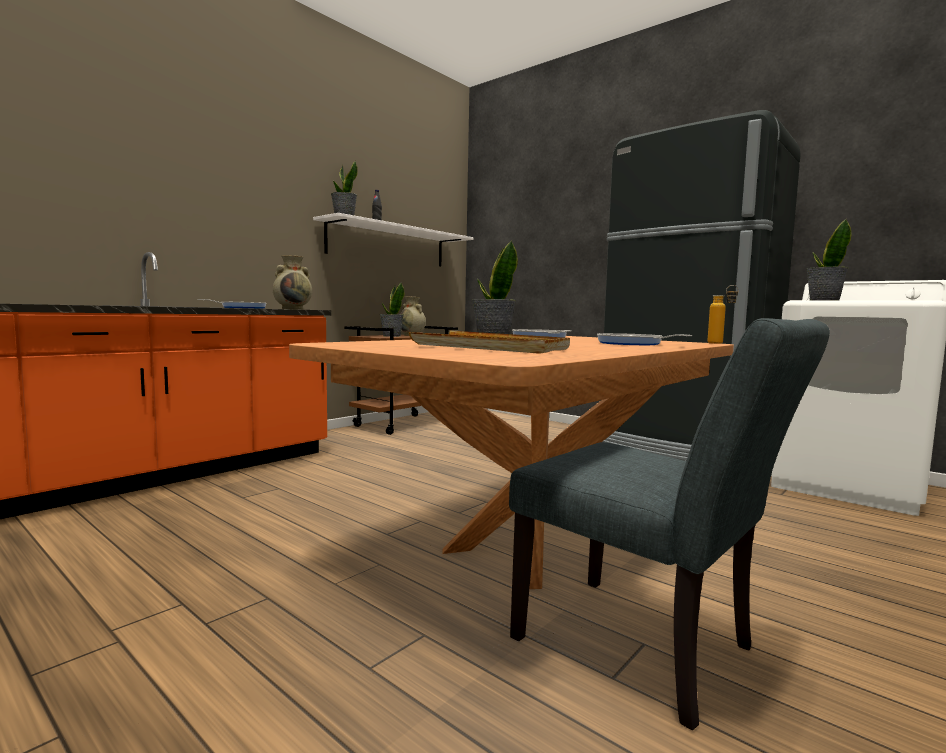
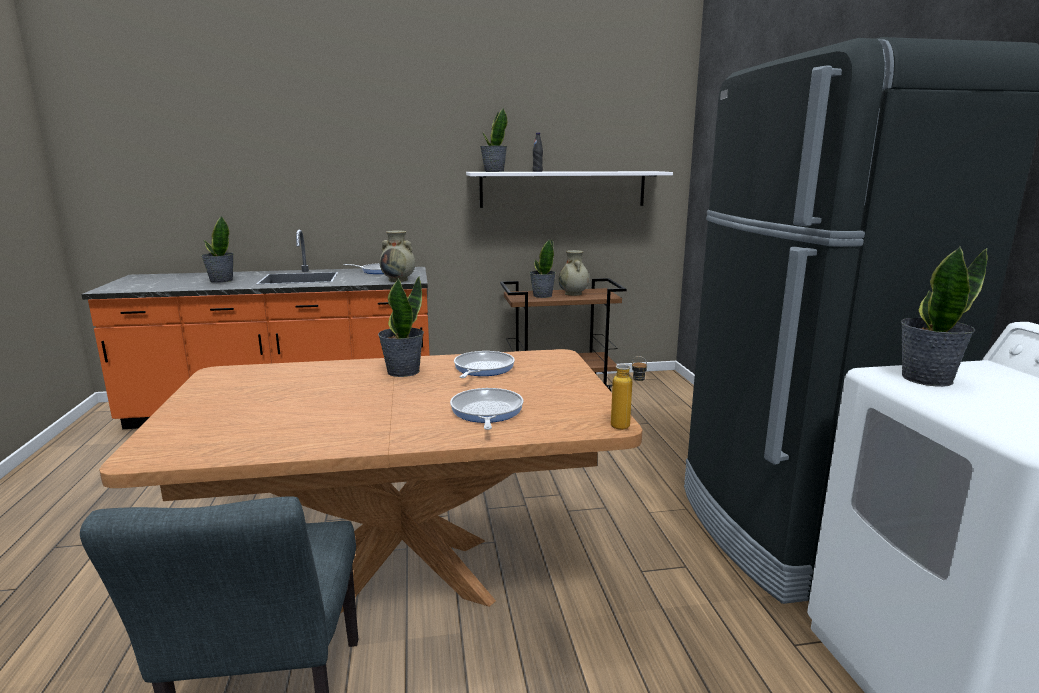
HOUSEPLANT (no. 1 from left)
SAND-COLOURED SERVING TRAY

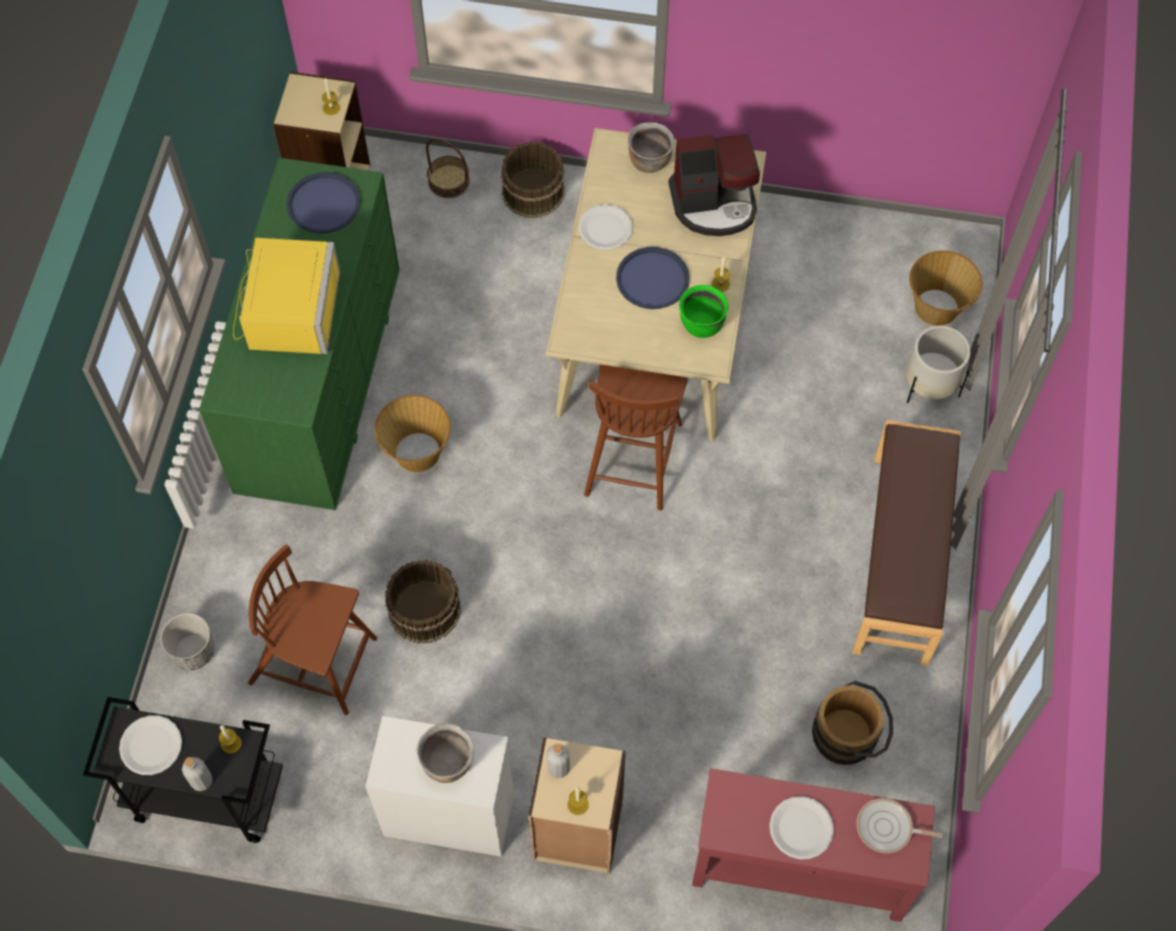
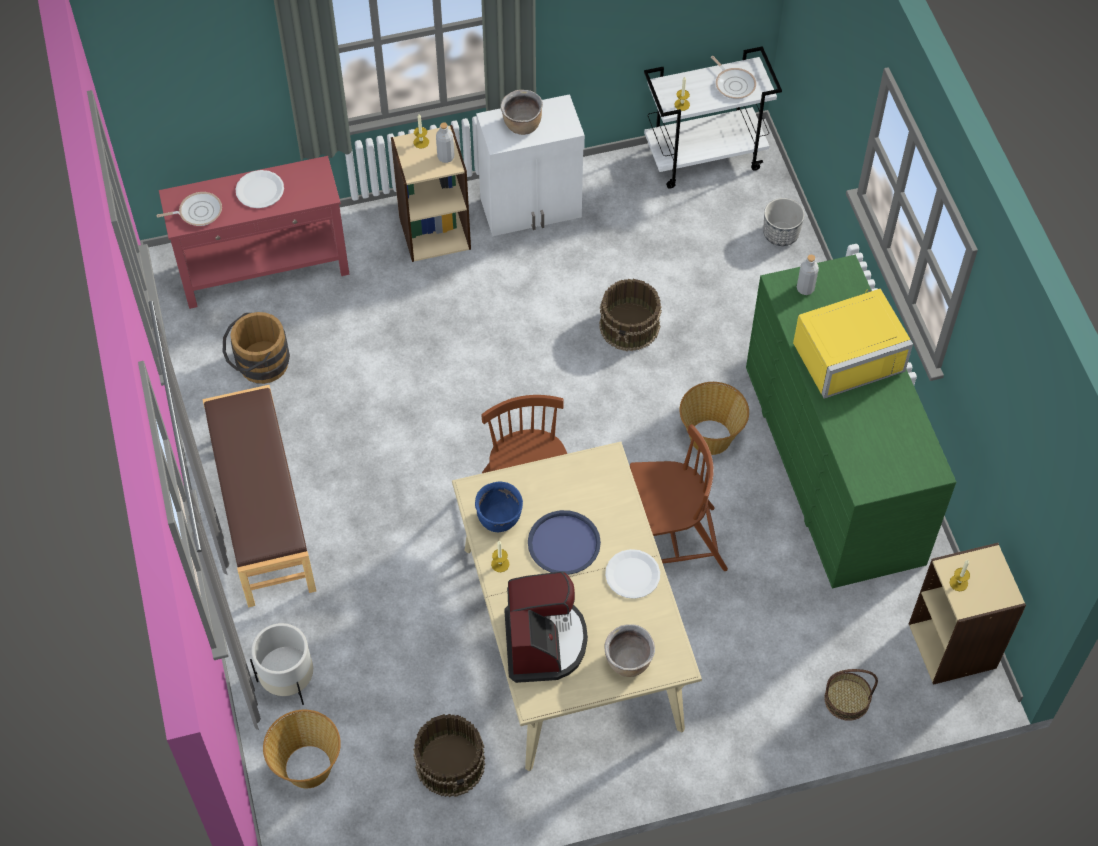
BROWN-COLOURED WATER BUCKET (no. 2 from left)
BLUE SAUCEPOT
COFFEE MACHINE
BROWN-COLOURED UPRIGHT CHAIR (no. 2 from left)
WHITISH CART
FRYING PAN (no. 2 from left)
YELLOW KITCHEN MICROWAVE
GREYISH BOTTLE (no. 2 from left)
BLUE SERVING TRAY (no. 1 from left in the first image)

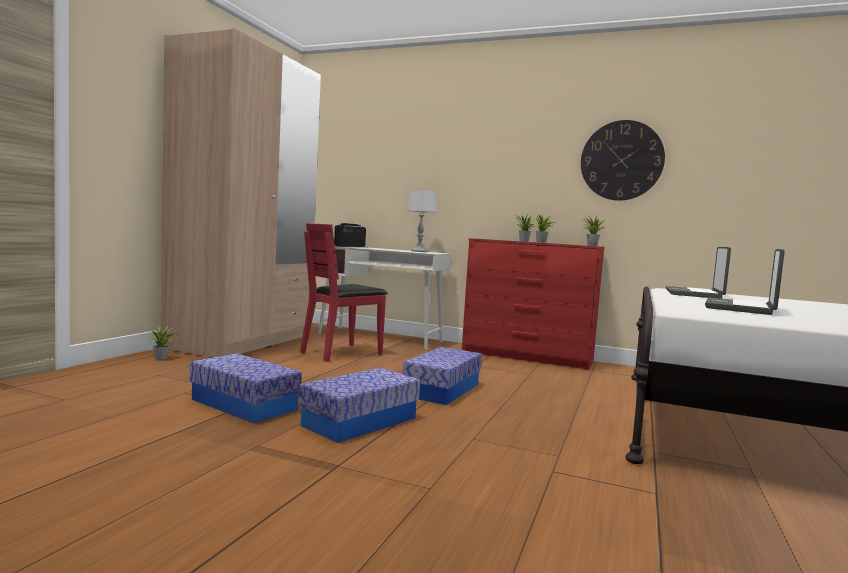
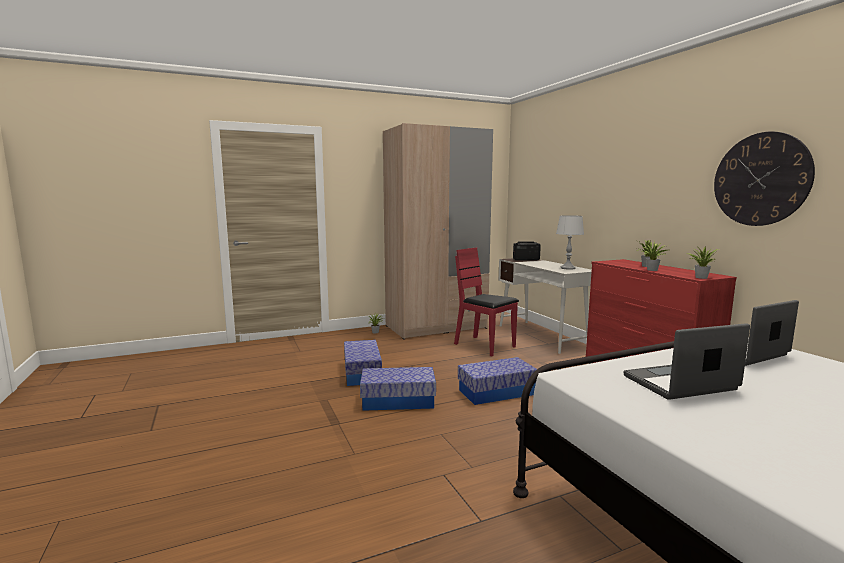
RED UPRIGHT CHAIR

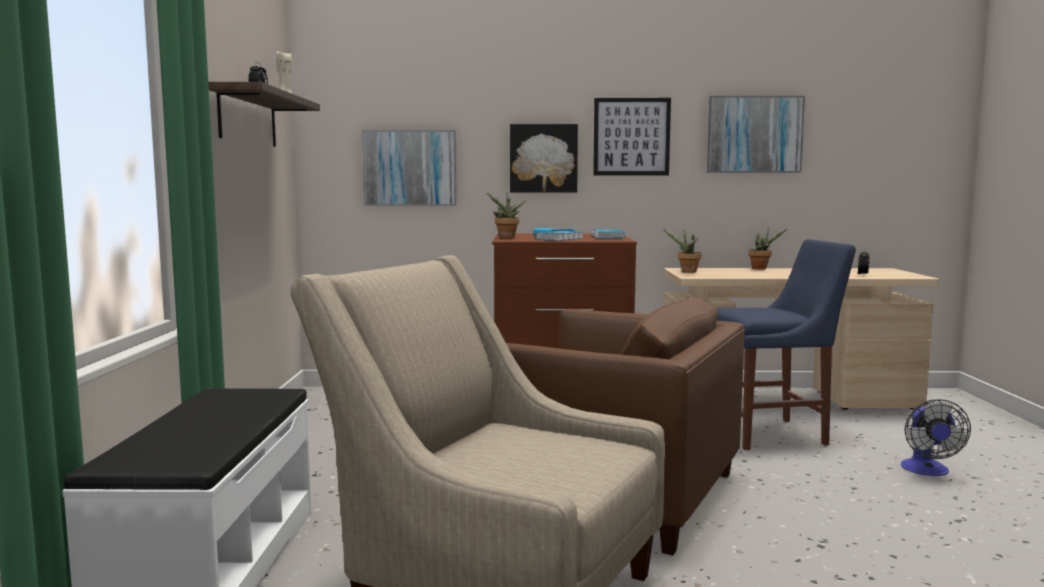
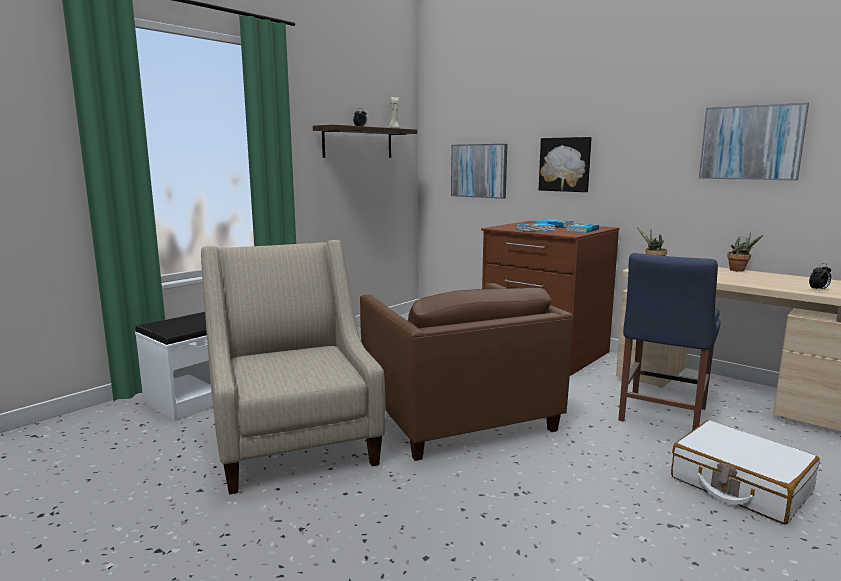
BLUE UPRIGHT CHAIR
WHITISH PIECE OF LUGGAGE
HOUSEPLANT (no. 1 from left in the first image)
WALL PICTURE (no. 3 from left in the first image)

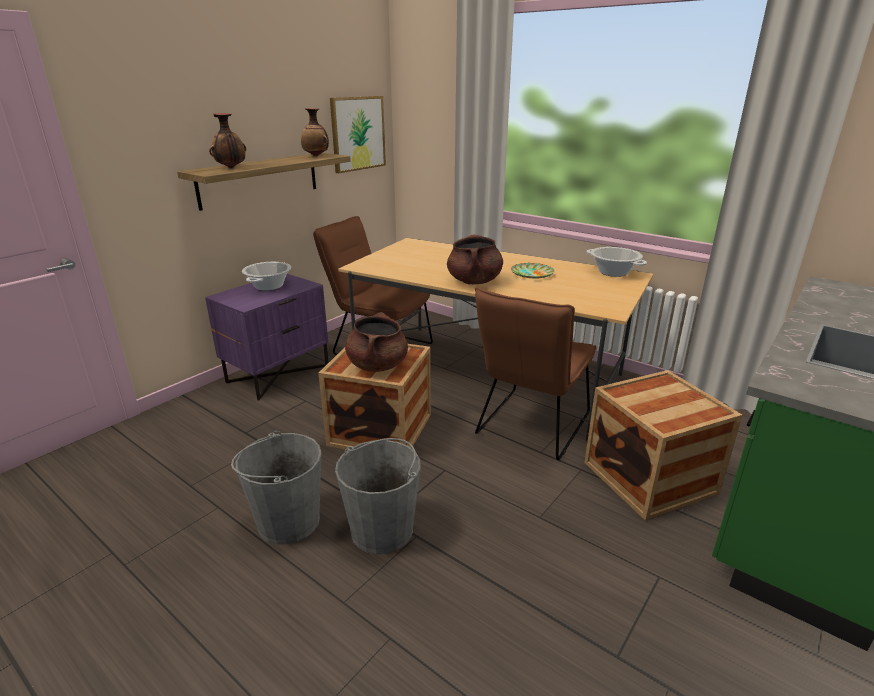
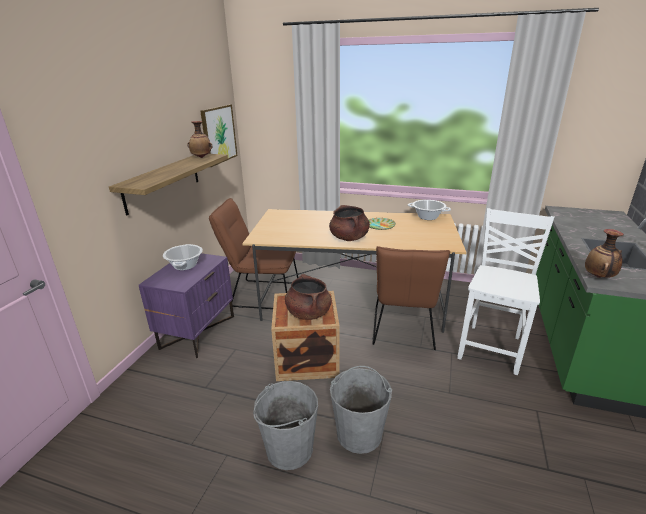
WHITISH UPRIGHT CHAIR
FLOWER VASE (no. 2 from left)

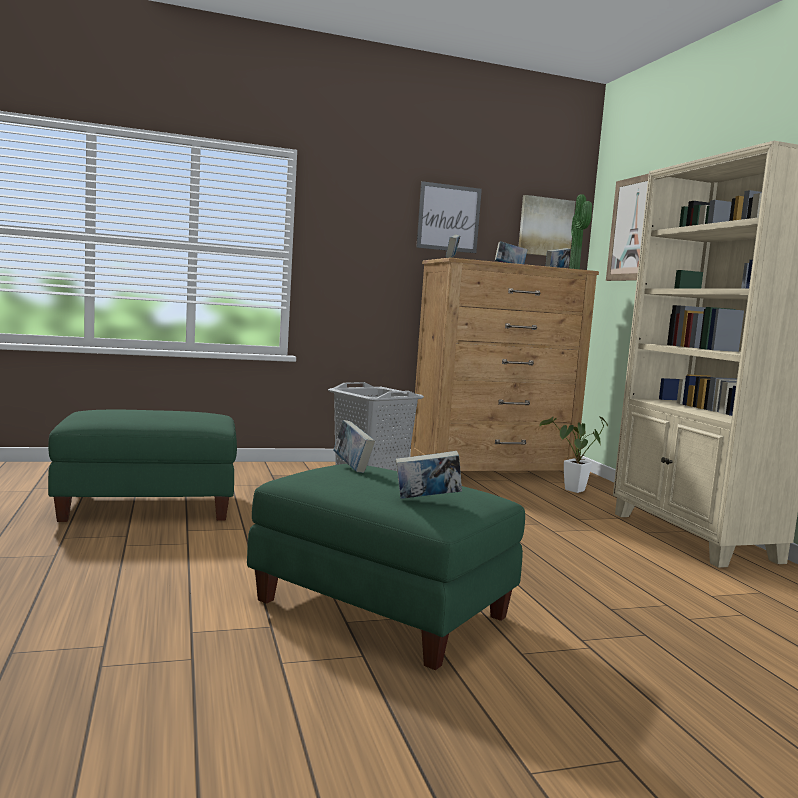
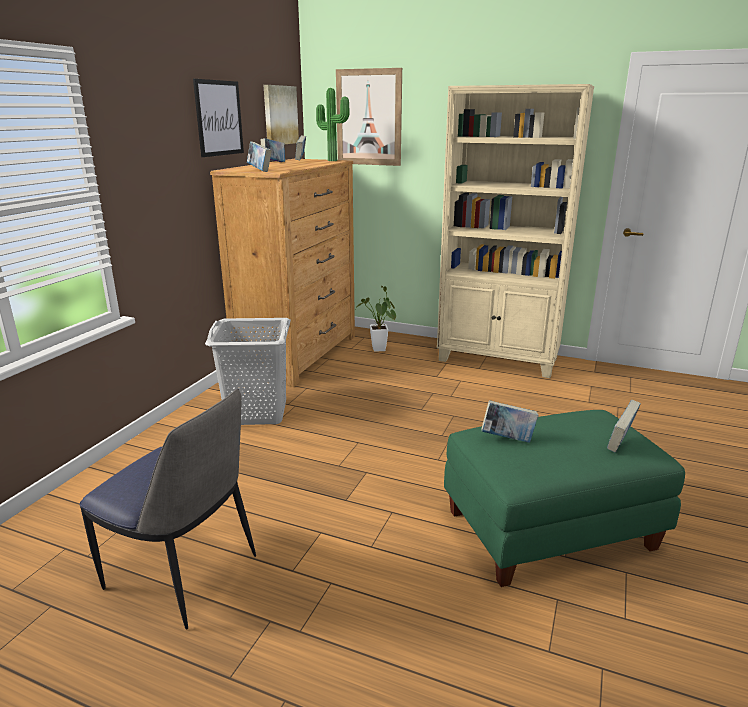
UPRIGHT CHAIR

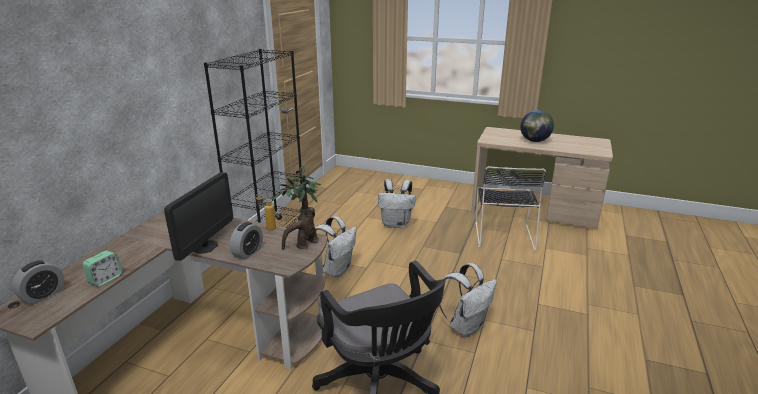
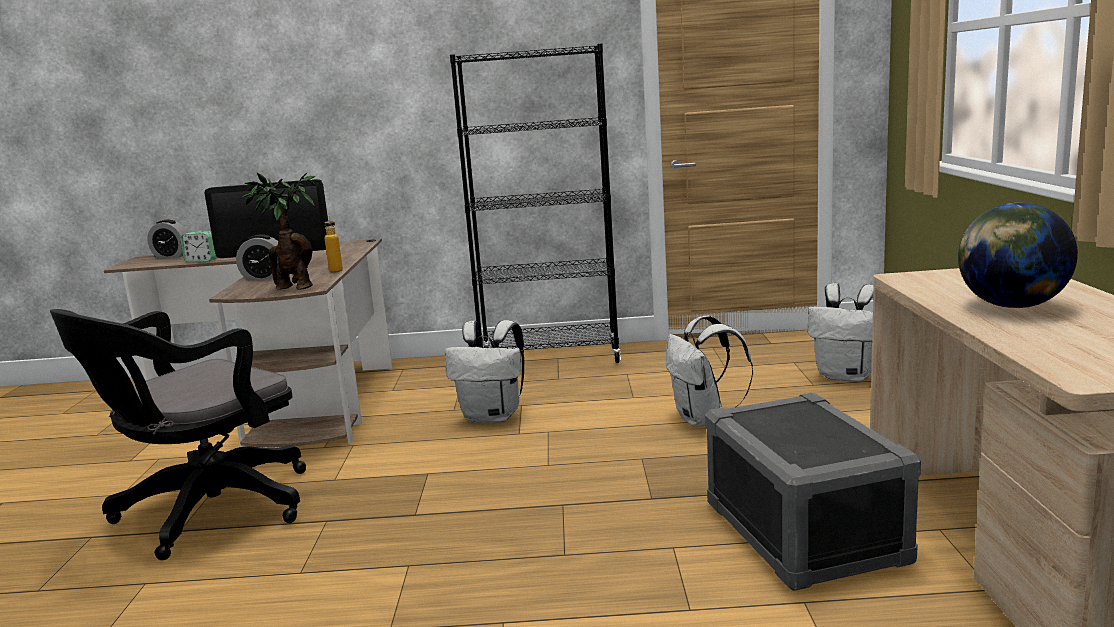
GREYISH STORAGE BIN
WHITISH RUCKSACK (no. 3 from left)

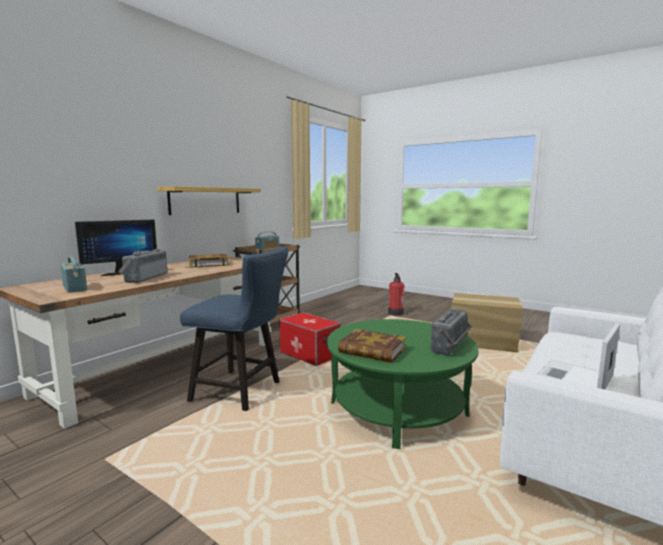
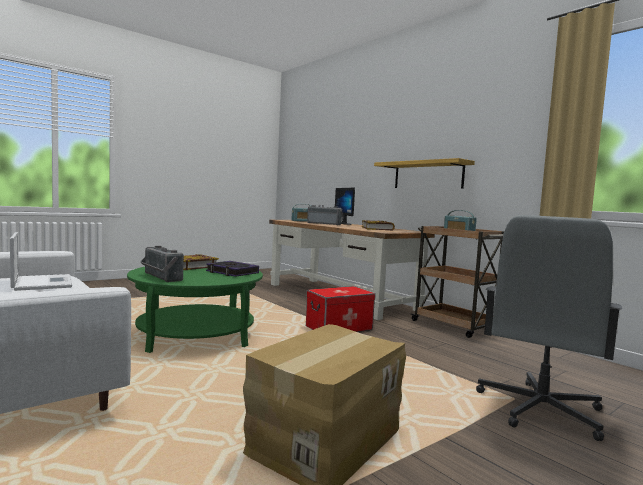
BOUND BOOK (no. 2 from left)
GREYISH COMPUTER CHAIR
BLUE UPRIGHT CHAIR

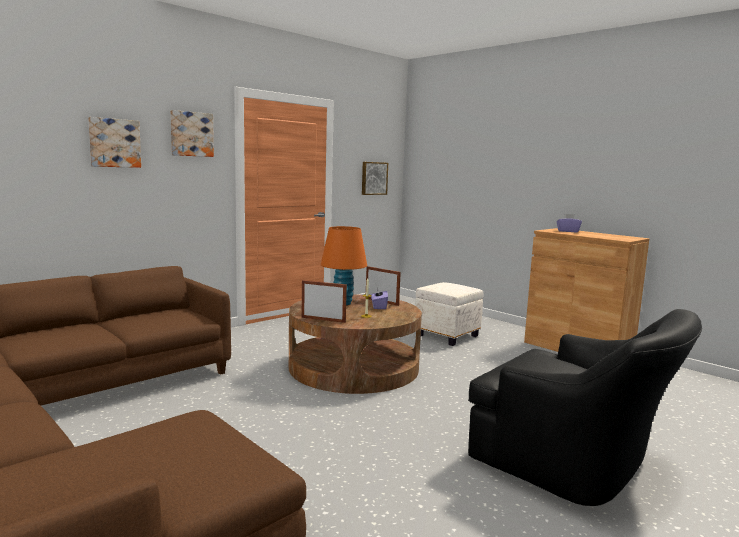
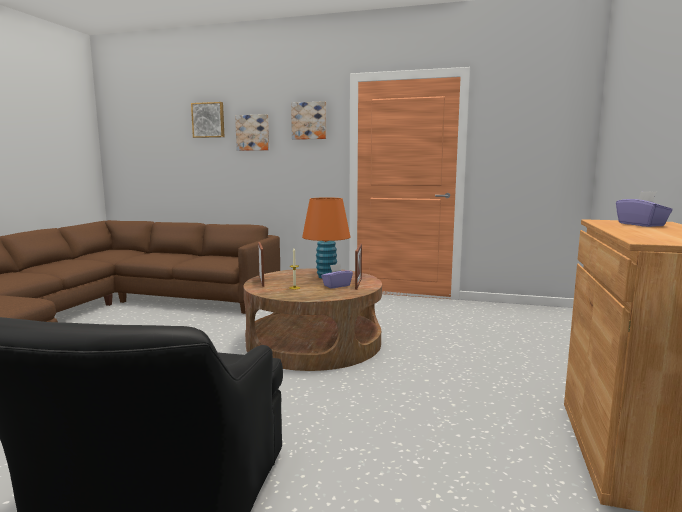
WALL PICTURE (no. 1 from left)
WHITISH OTTOMAN

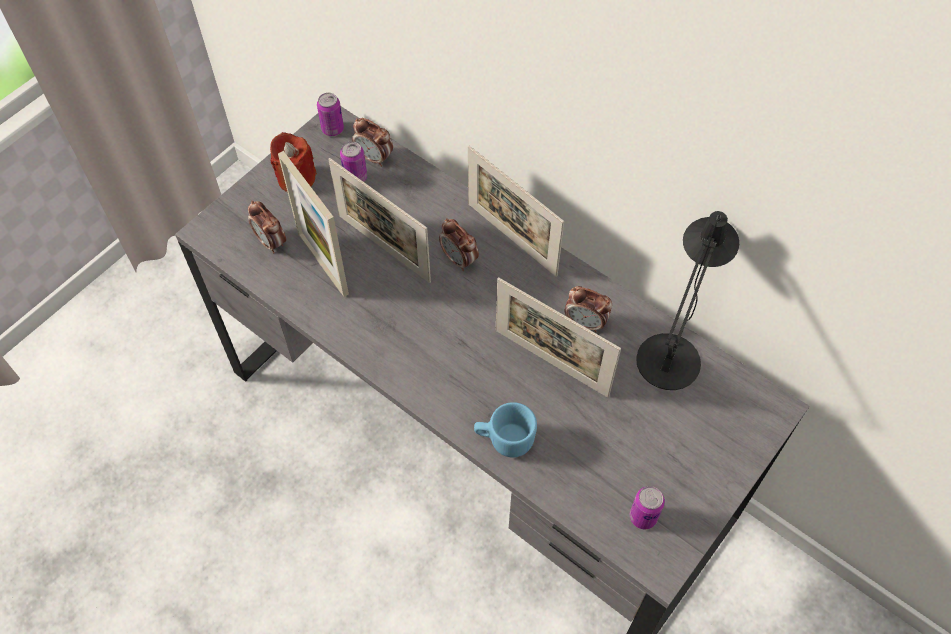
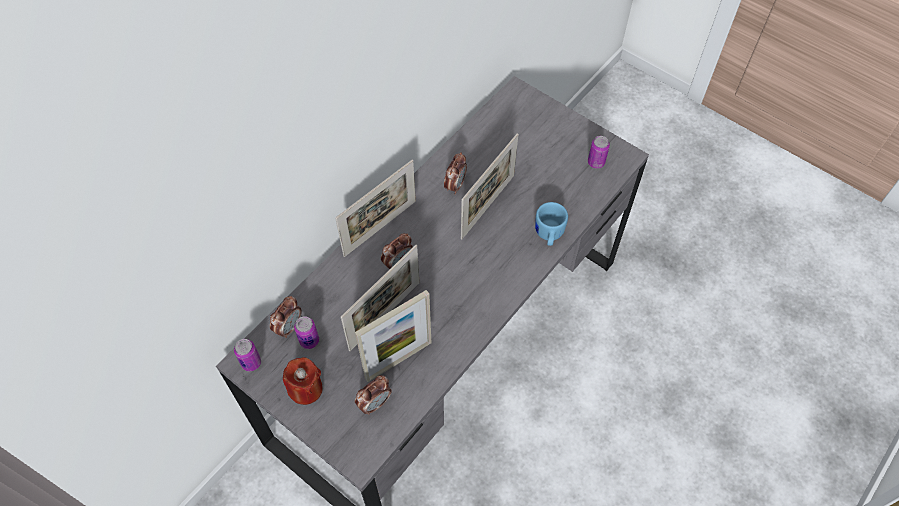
BLACK-COLOURED LAMP FOR A TABLE

